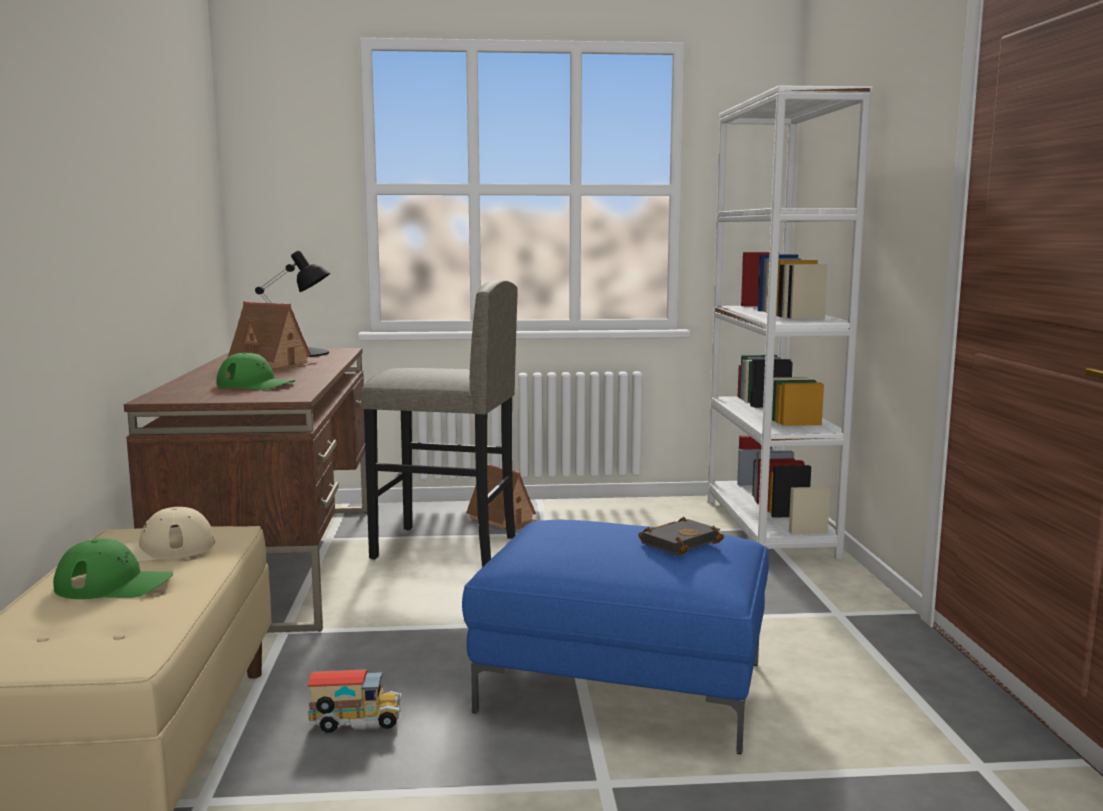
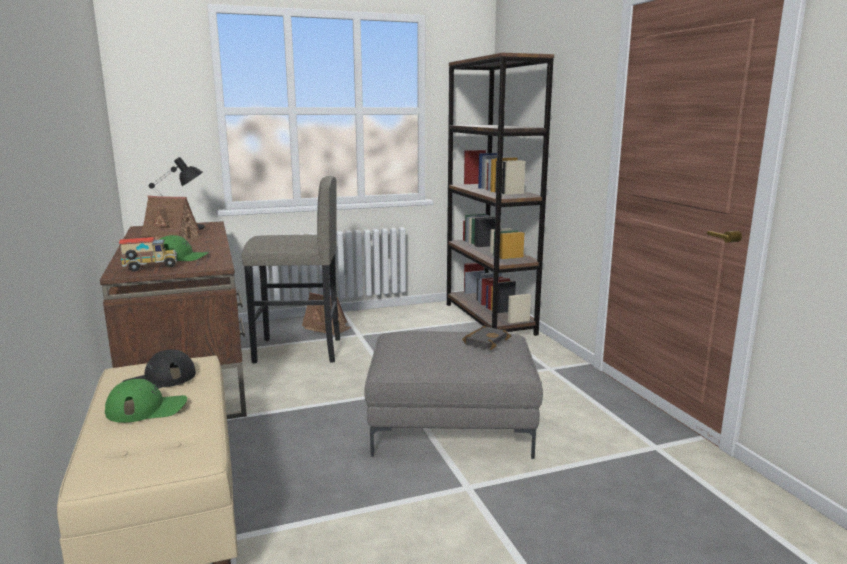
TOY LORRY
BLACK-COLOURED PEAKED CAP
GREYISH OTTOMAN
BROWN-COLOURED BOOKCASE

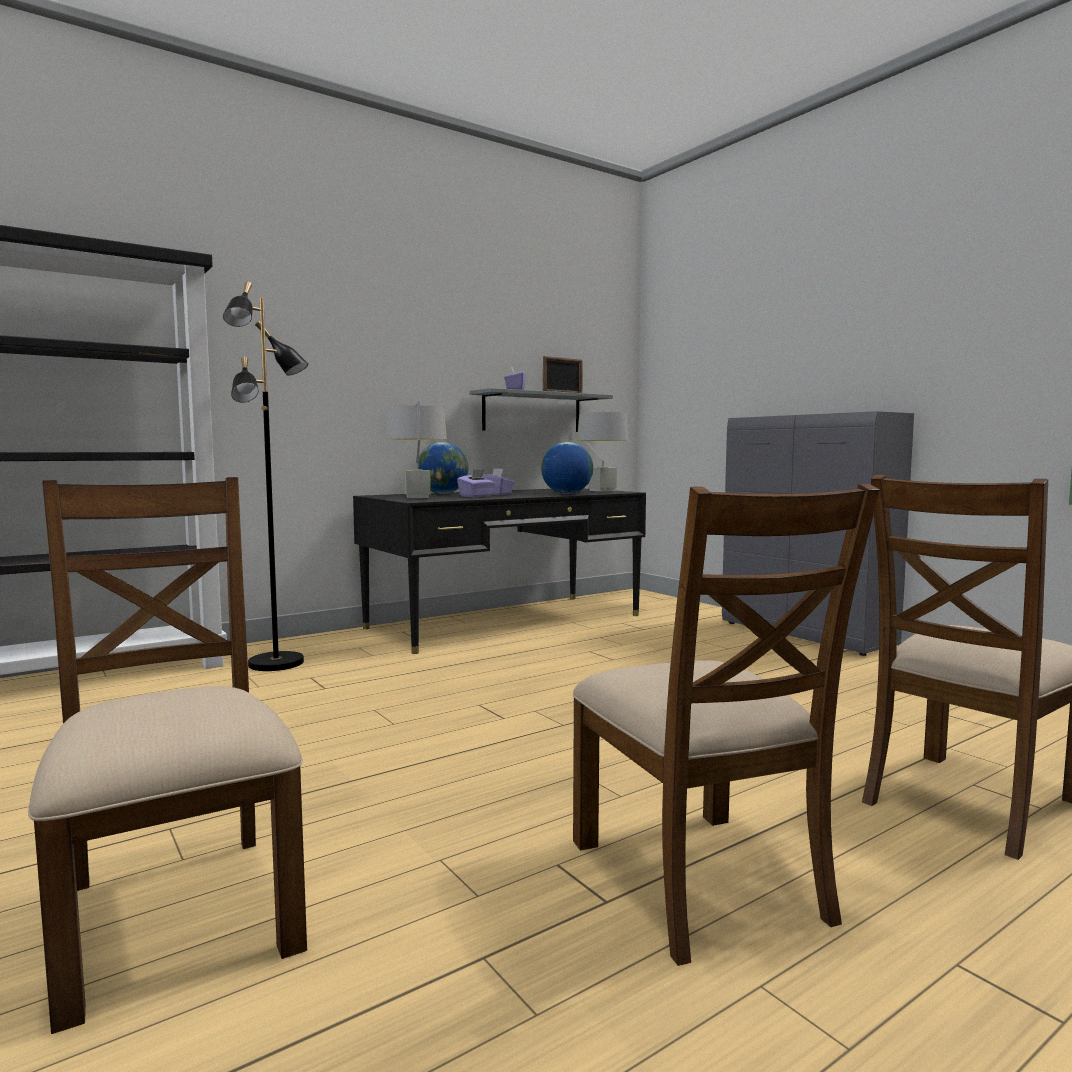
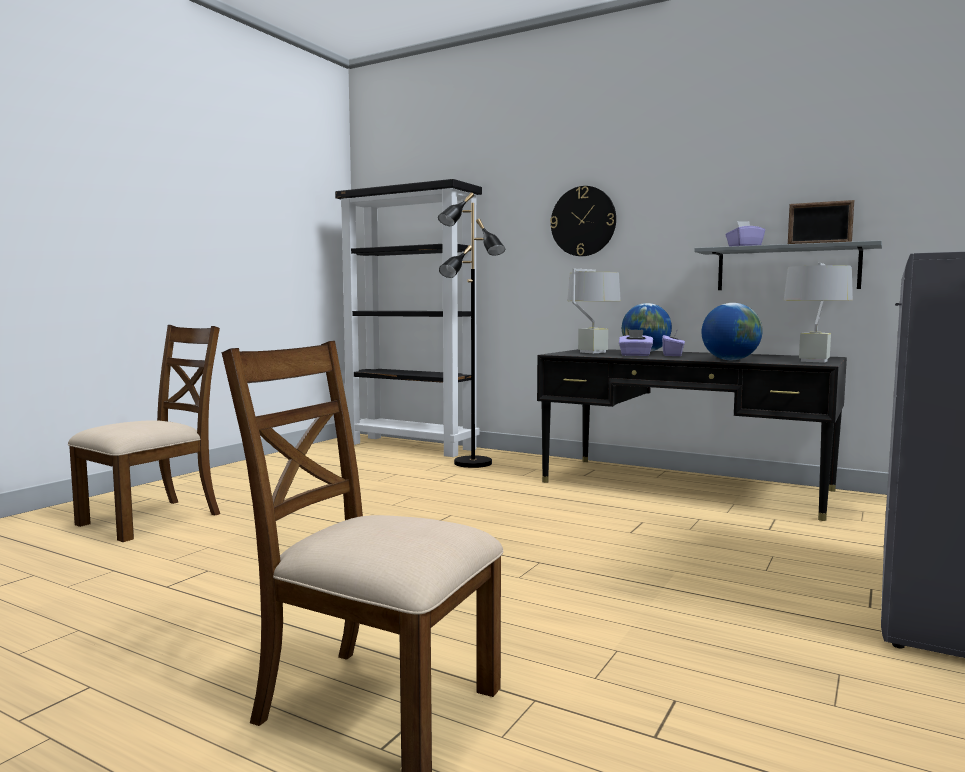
WALL CLOCK
BROWN-COLOURED UPRIGHT CHAIR (no. 2 from left in the first image)

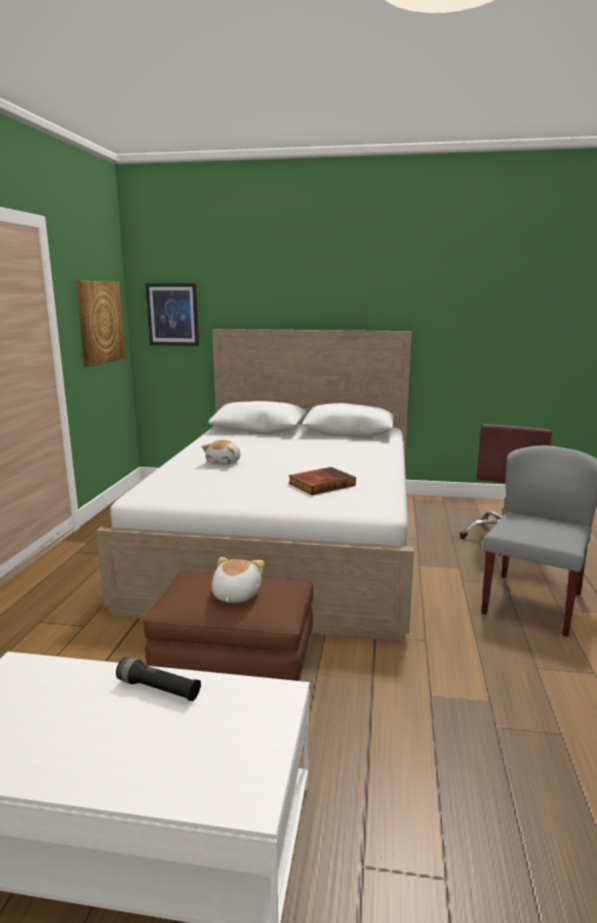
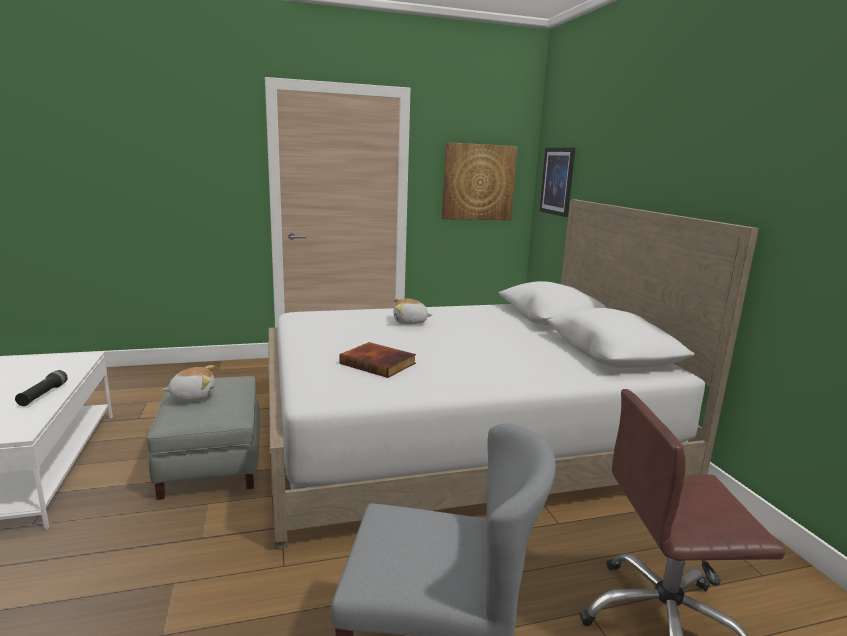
GREYISH OTTOMAN

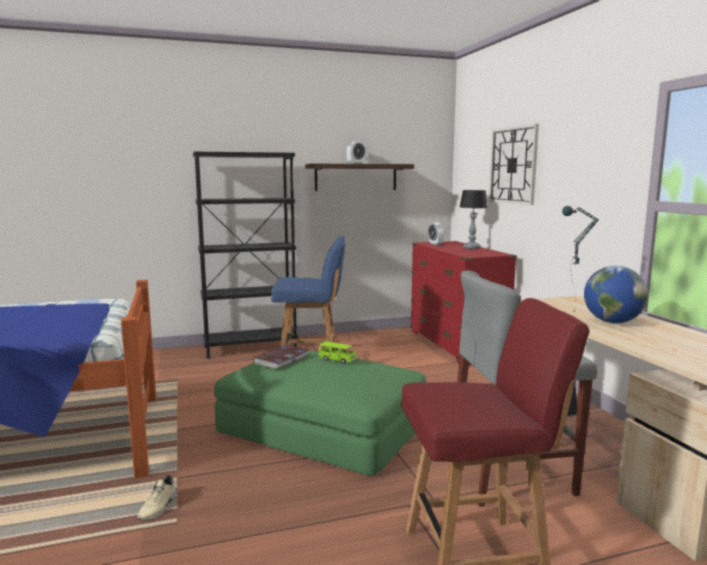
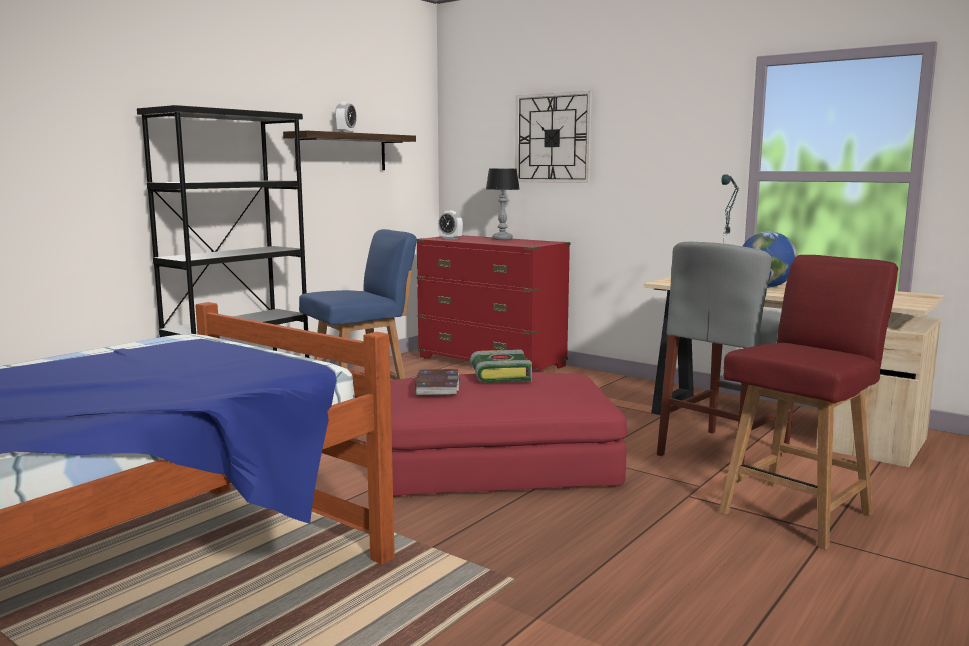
RED OTTOMAN
BOUND BOOK (no. 2 from left)
SAND-COLOURED SHOE

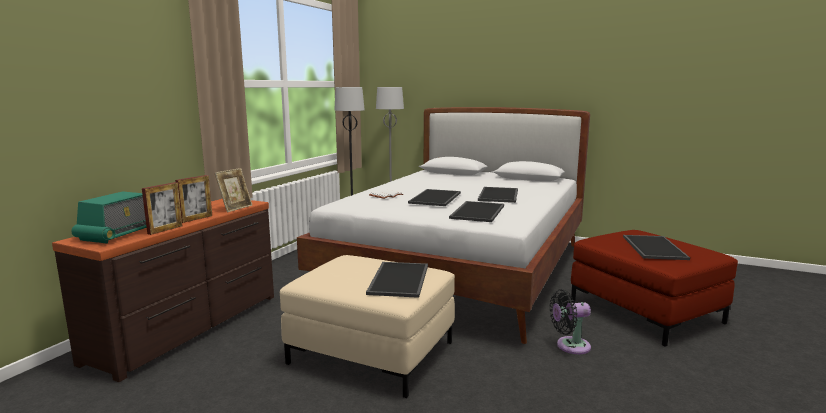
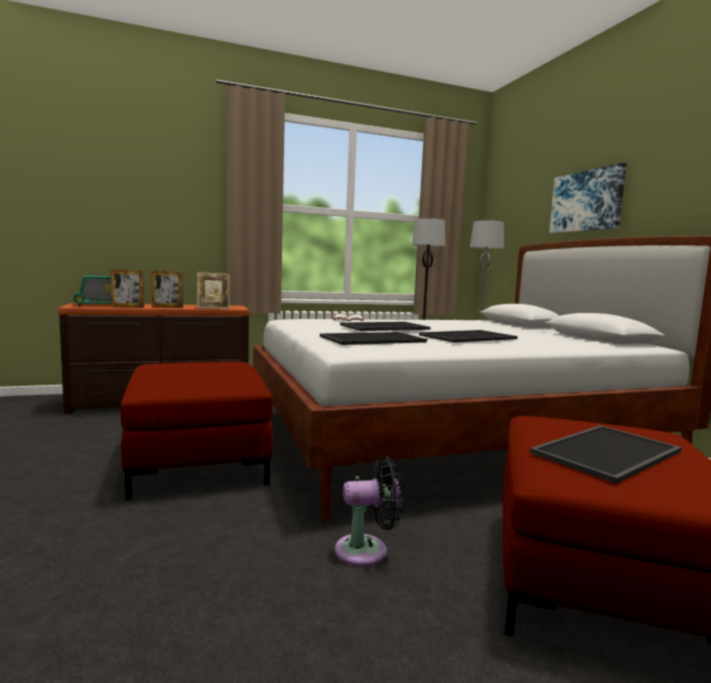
RED OTTOMAN (no. 1 from left)
BLACK-COLOURED COOLING FAN
WALL PICTURE
SERVING TRAY (no. 1 from left in the first image)

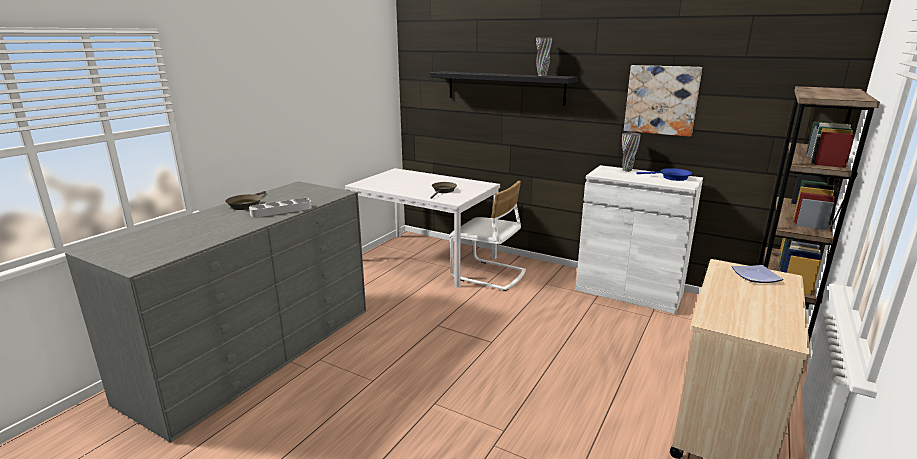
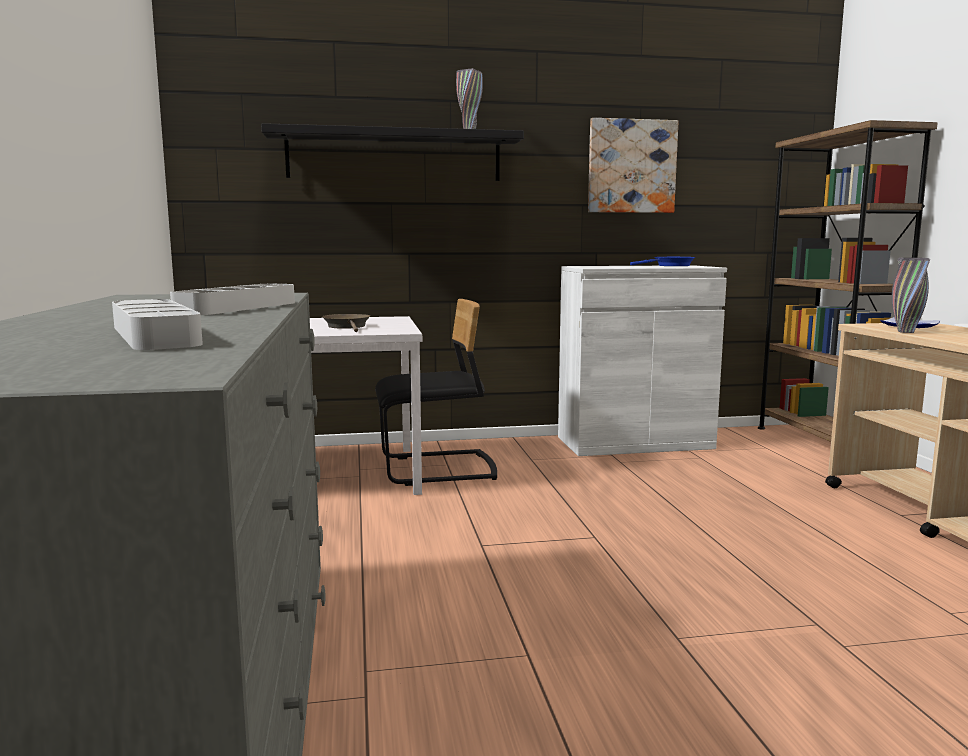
GREYISH SERVING TRAY (no. 1 from left)
BLACK-COLOURED UPRIGHT CHAIR
GREYISH FLOWER VASE (no. 2 from left)
BROWN-COLOURED FRYING PAN (no. 1 from left in the first image)

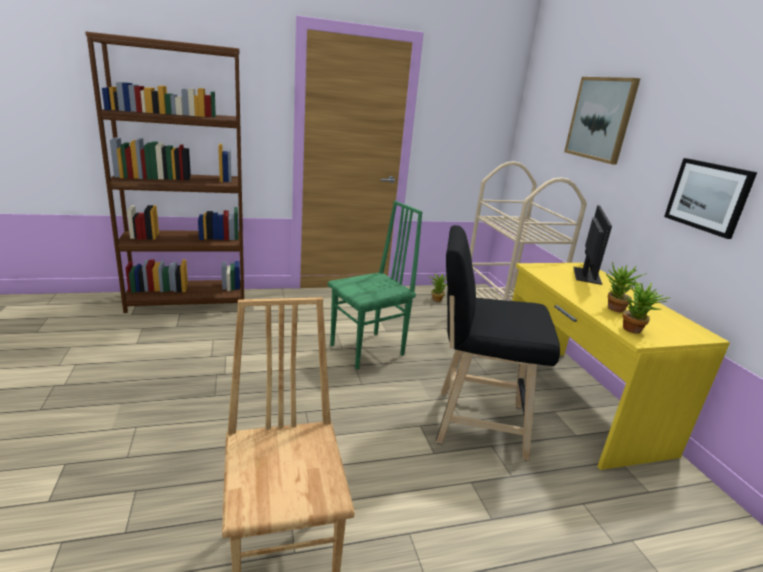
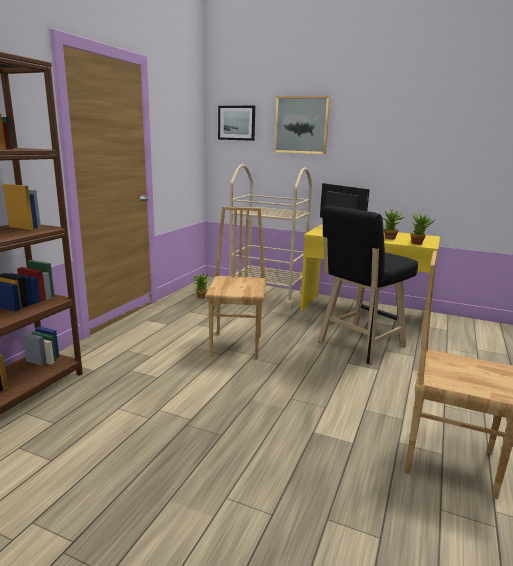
BROWN-COLOURED UPRIGHT CHAIR (no. 1 from left)
WALL PICTURE (no. 1 from left)

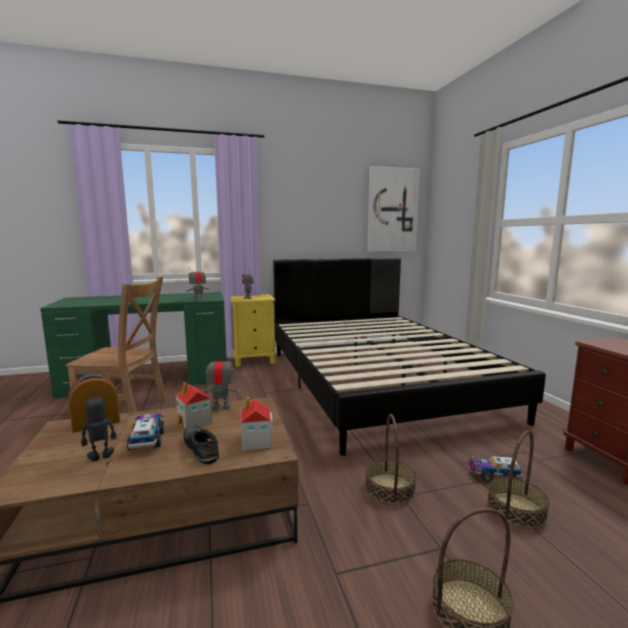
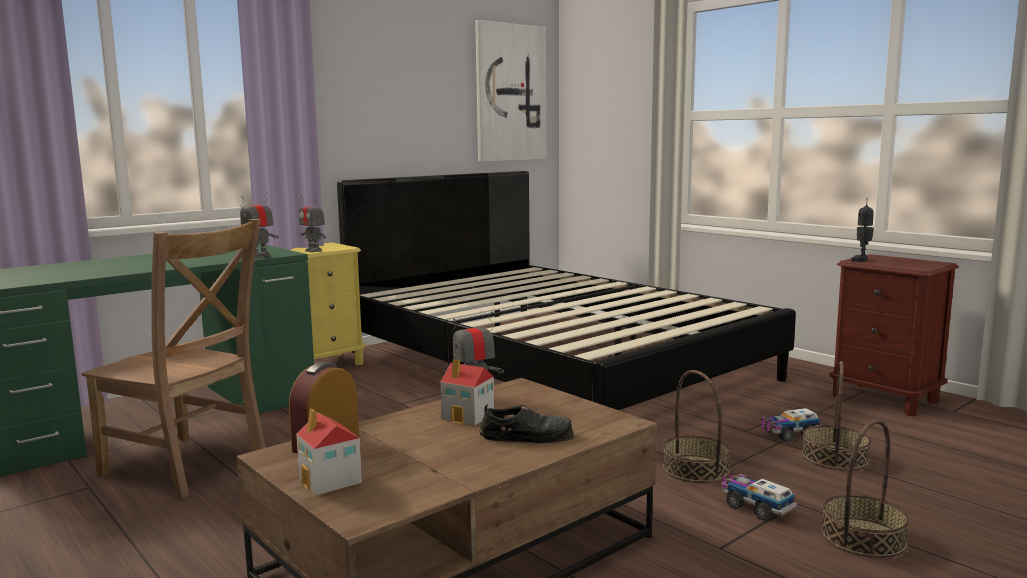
BROWN-COLOURED UPRIGHT CHAIR
TOY HOUSE (no. 1 from left)
BLACK-COLOURED SHOE
TOY LORRY (no. 1 from left)
TOY ROBOT (no. 4 from left)

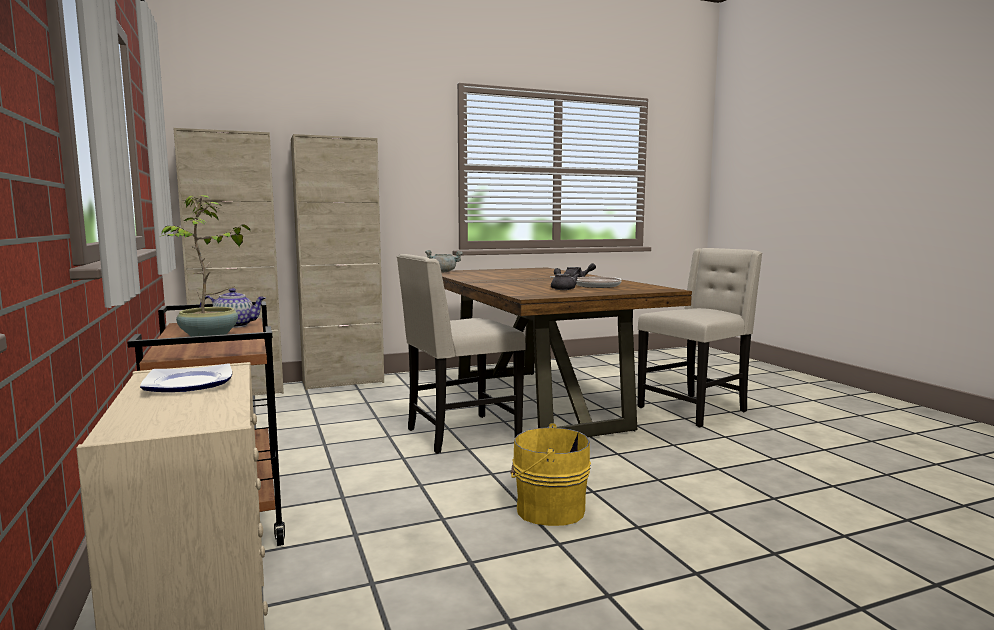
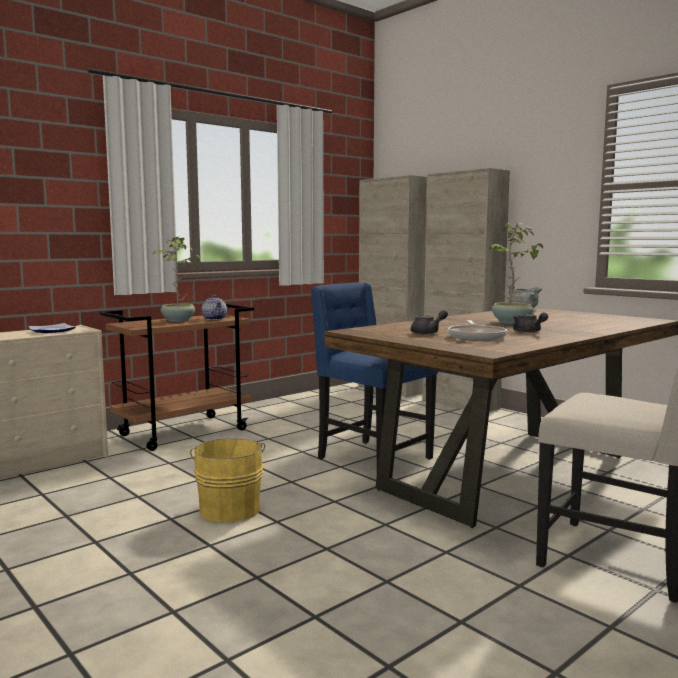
BLUE UPRIGHT CHAIR
HOUSEPLANT (no. 2 from left)

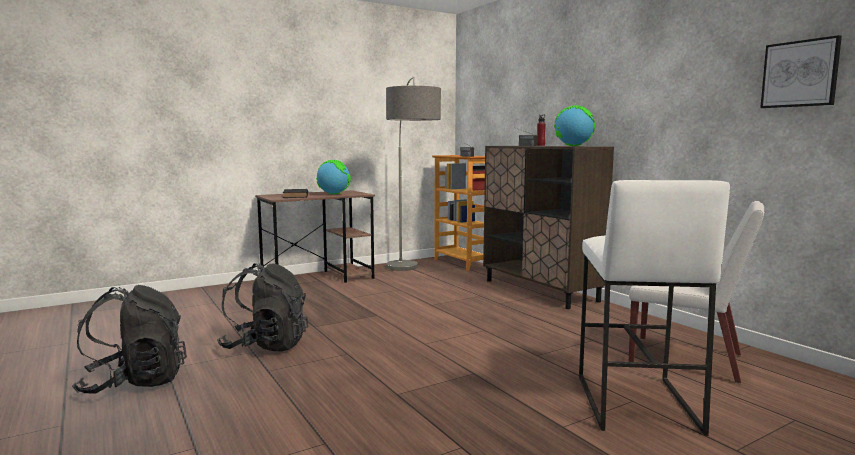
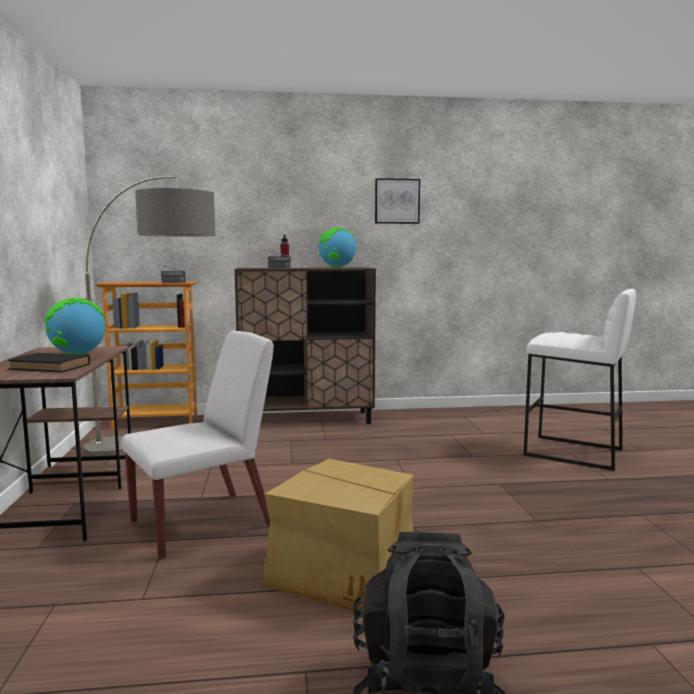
WHITISH UPRIGHT CHAIR
CARDBOARD BOX
WALL PICTURE

